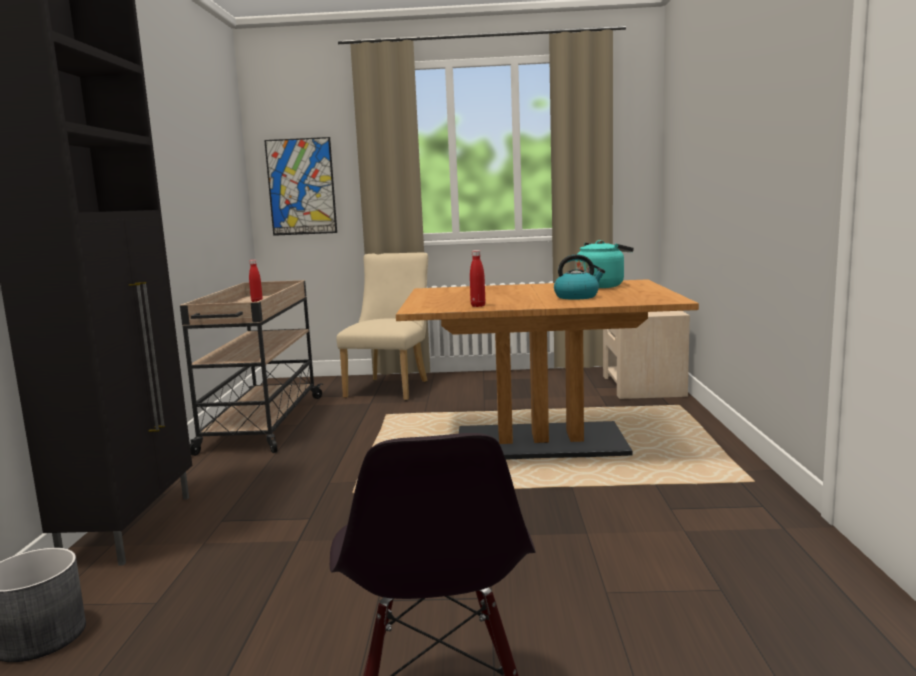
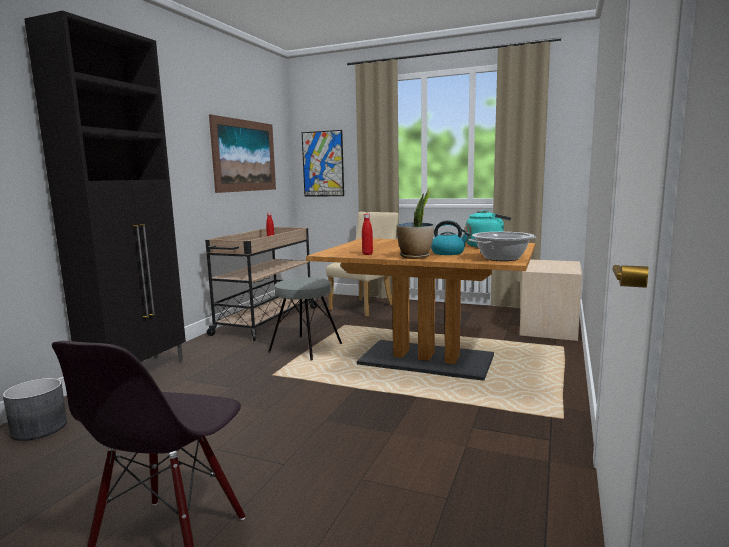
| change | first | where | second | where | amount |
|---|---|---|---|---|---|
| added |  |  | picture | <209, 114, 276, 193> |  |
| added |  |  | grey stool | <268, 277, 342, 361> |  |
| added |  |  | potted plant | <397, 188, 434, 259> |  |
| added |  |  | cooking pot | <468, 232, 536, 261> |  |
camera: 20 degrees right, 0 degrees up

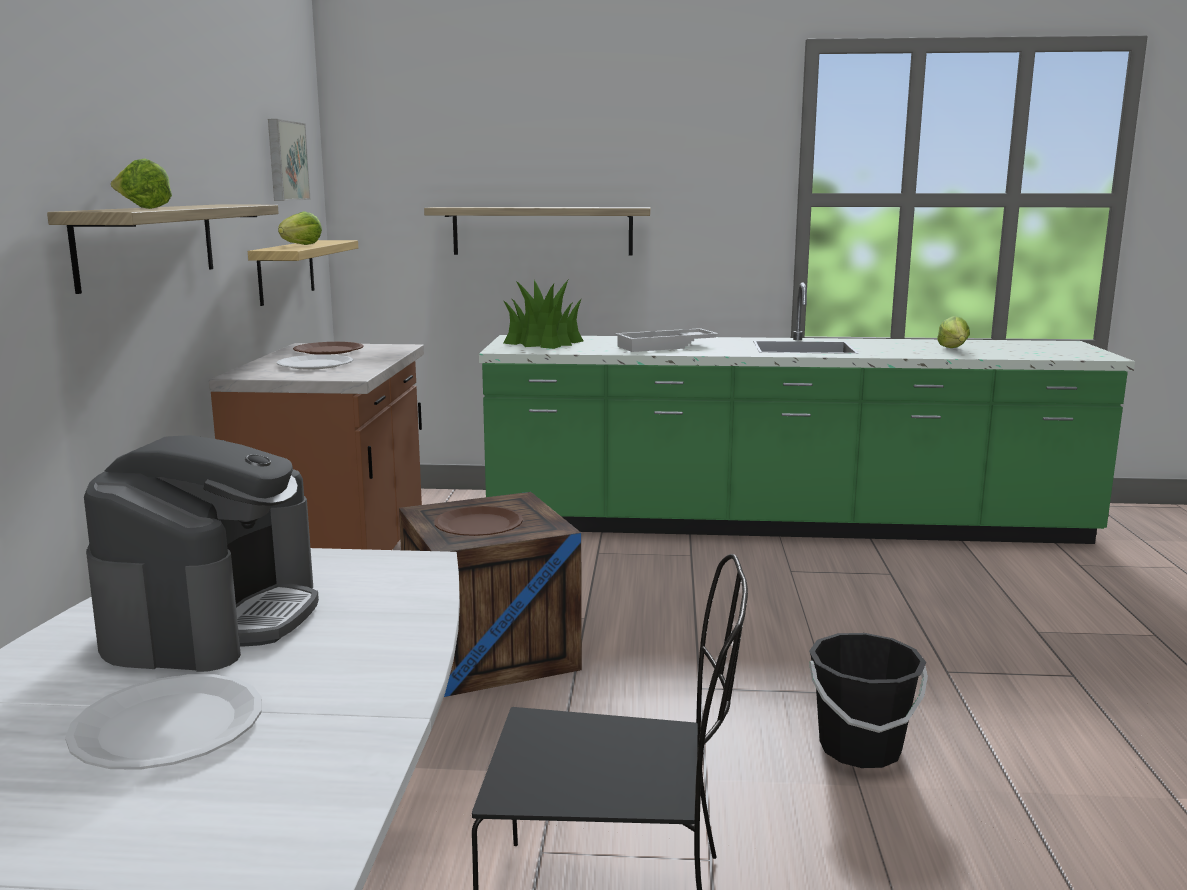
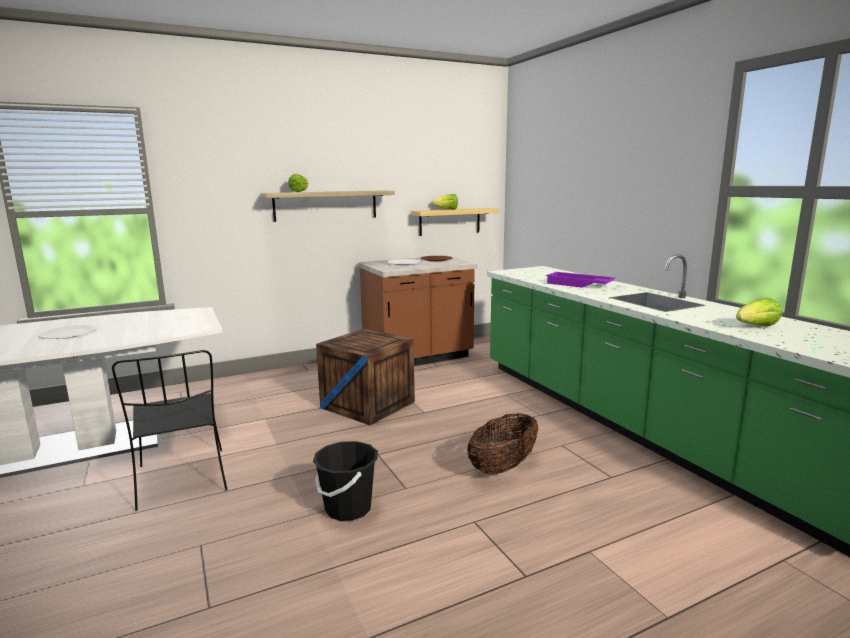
| change | first | where | second | where | amount |
|---|---|---|---|---|---|
| added |  |  | basket | <467, 413, 538, 475> |  |
| recoloured | white tray | <615, 328, 719, 352> | purple tray | <546, 272, 616, 288> |  |
| removed | coffee machine | <84, 435, 319, 672> |  |  |  |
| removed | picture | <268, 119, 311, 201> |  |  |  |
| removed | shelf | <424, 207, 651, 256> |  |  |  |
| removed | brown plate | <434, 506, 523, 536> |  |  |  |
| removed | potted plant | <503, 280, 583, 349> |  |  |  |
camera: 60 degrees right, 0 degrees up

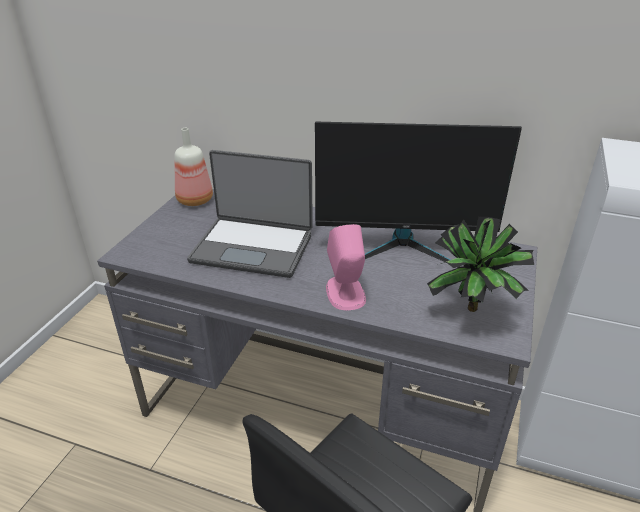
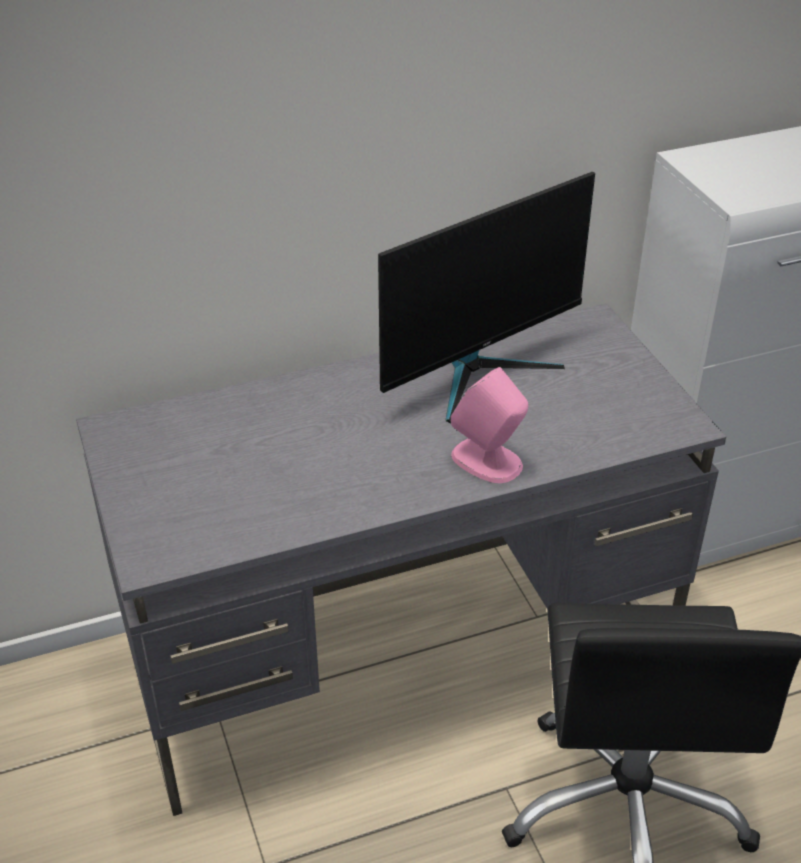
| change | first | where | second | where | amount |
|---|---|---|---|---|---|
| removed | bottle | <175, 128, 213, 206> |  |  |  |
| removed | laptop | <187, 150, 313, 278> |  |  |  |
| removed | potted plant | <427, 217, 534, 312> |  |  |  |
camera: 40 degrees left, 5 degrees up

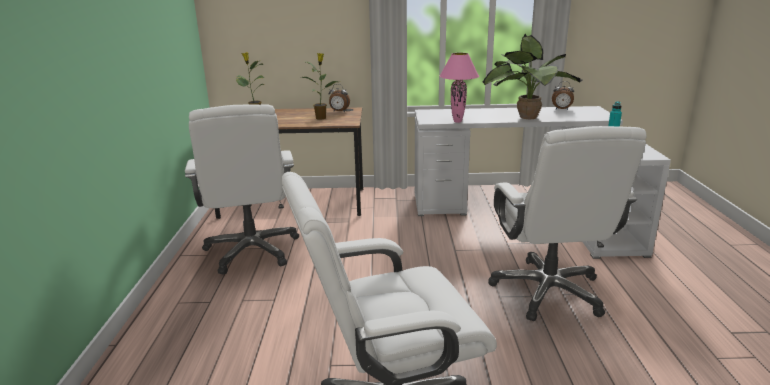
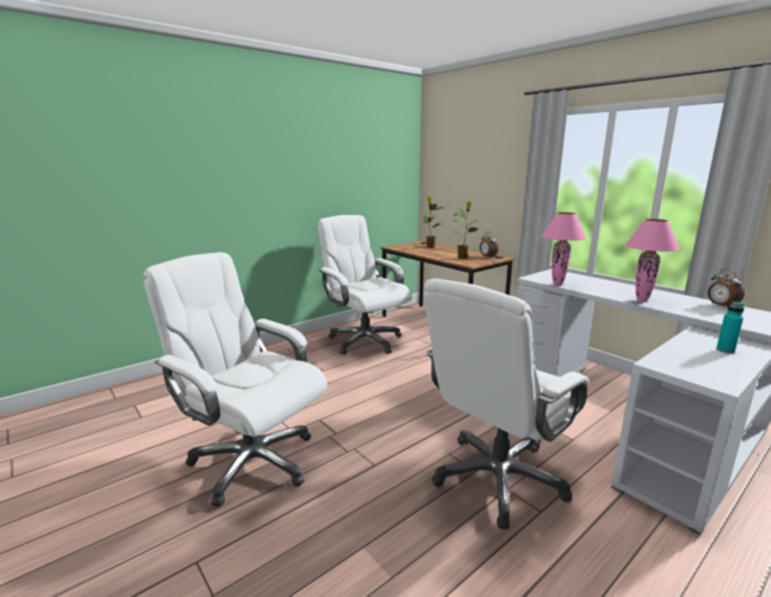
| change | first | where | second | where | amount |
|---|---|---|---|---|---|
| turned | white office chair | <185, 104, 299, 274> |  | <318, 215, 412, 355> | 105 degrees clockwise |
| replaced | potted plant | <482, 34, 582, 119> | pink table lamp | <625, 219, 680, 302> |  |
camera: 50 degrees right, 5 degrees down

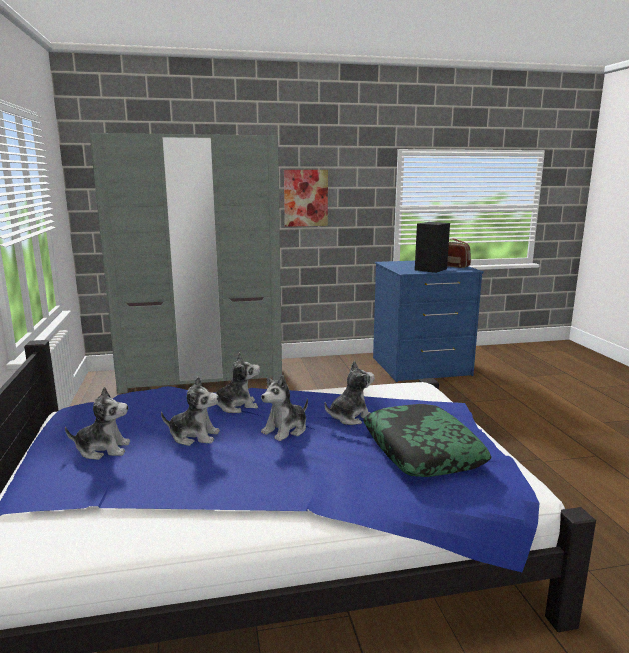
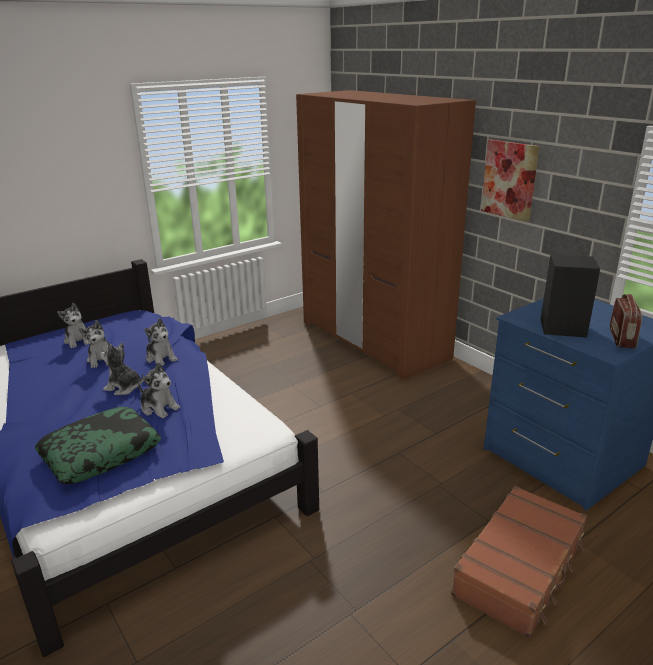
| change | first | where | second | where | amount |
|---|---|---|---|---|---|
| recoloured | grey wardrobe | <90, 133, 282, 394> | brown wardrobe | <296, 90, 476, 379> |  |
| added |  |  | brown suitcase | <451, 486, 587, 638> |  |
camera: 65 degrees right, 10 degrees up

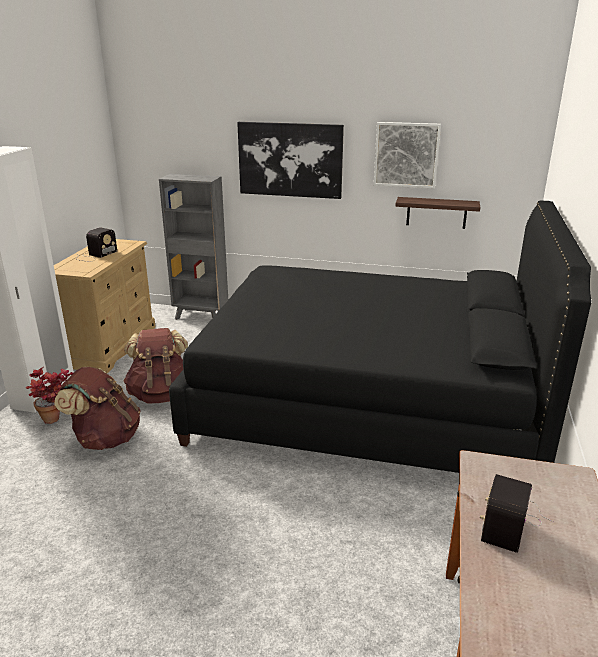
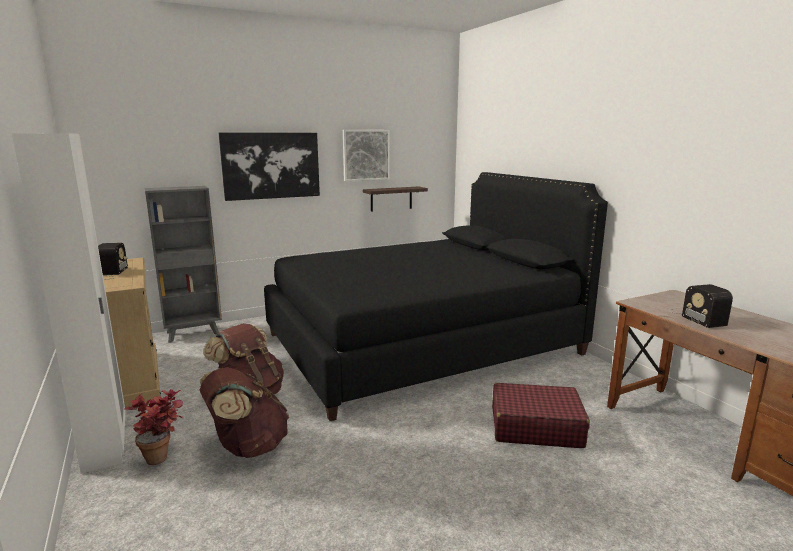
| change | first | where | second | where | amount |
|---|---|---|---|---|---|
| added |  |  | red suitcase | <492, 383, 590, 448> |  |
camera: 40 degrees left, 10 degrees down

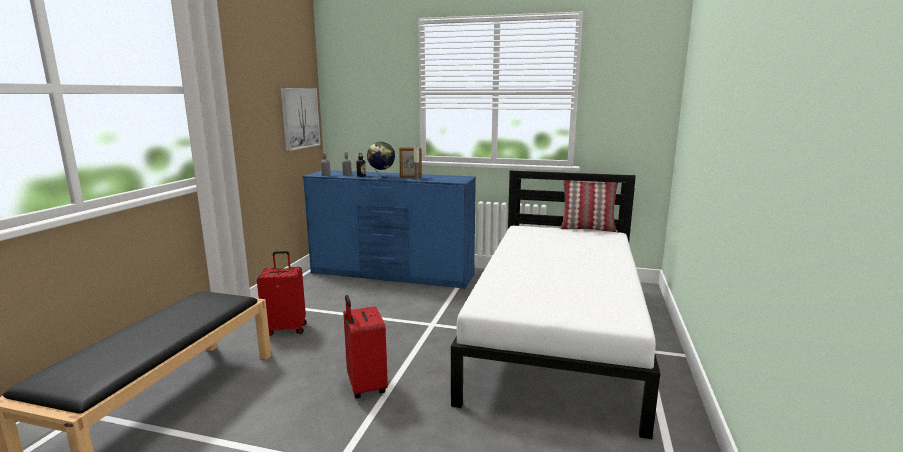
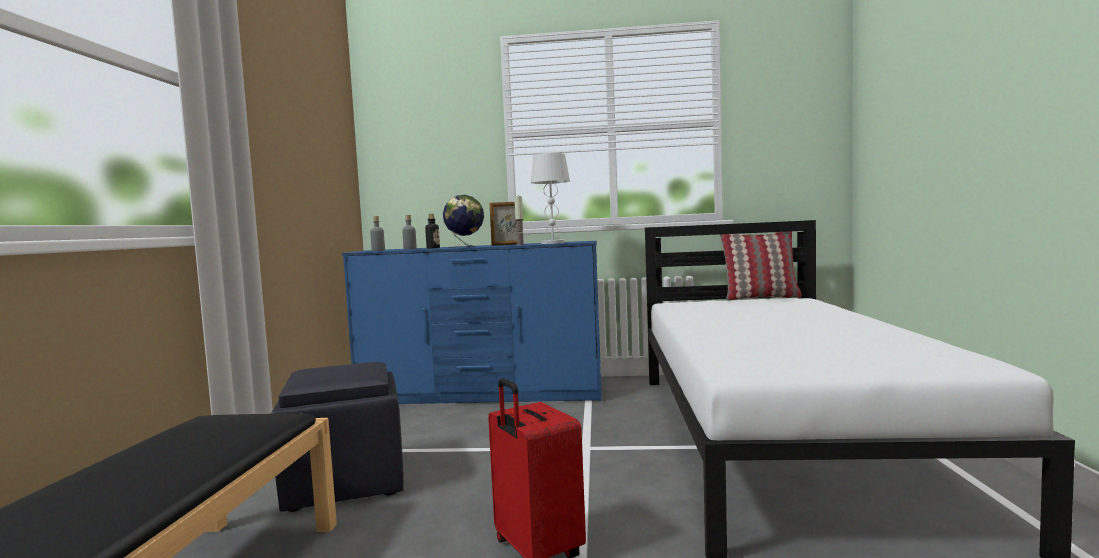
| change | first | where | second | where | amount |
|---|---|---|---|---|---|
| replaced | red suitcase | <257, 251, 307, 336> | black ottoman | <271, 362, 404, 512> |  |
| added |  |  | white table lamp | <531, 153, 570, 244> |  |
| removed | picture | <281, 88, 321, 151> |  |  |  |
camera: 10 degrees left, 10 degrees down

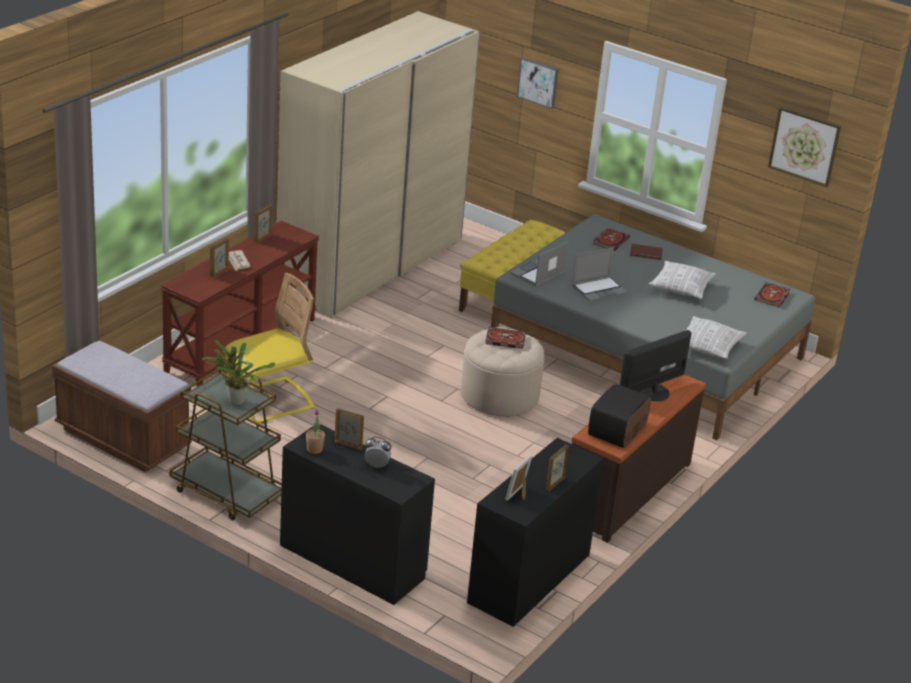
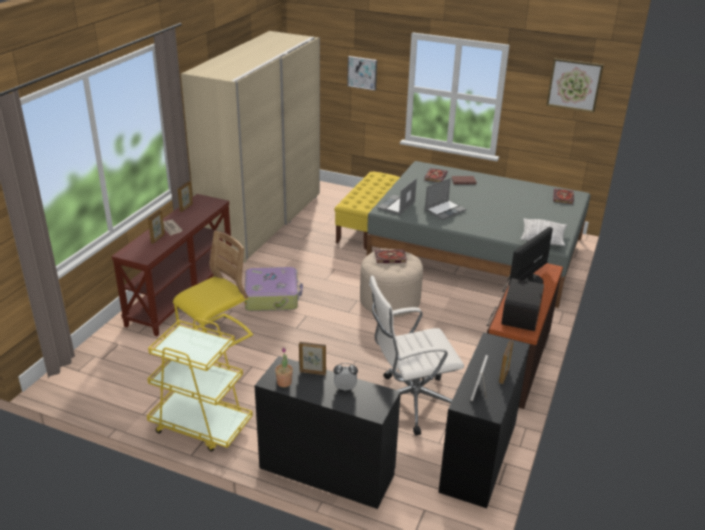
| change | first | where | second | where | amount |
|---|---|---|---|---|---|
| recoloured | brown cart | <169, 369, 282, 520> | yellow cart | <147, 318, 253, 452> |  |
| added |  |  | suitcase | <245, 267, 303, 311> |  |
| added |  |  | white office chair | <369, 275, 464, 436> |  |
| removed | brown bench | <52, 341, 192, 473> |  |  |  |
| removed | potted plant | <202, 340, 275, 405> |  |  |  |
| removed | pillow | <649, 261, 716, 299> |  |  |  |
camera: 10 degrees left, 0 degrees up

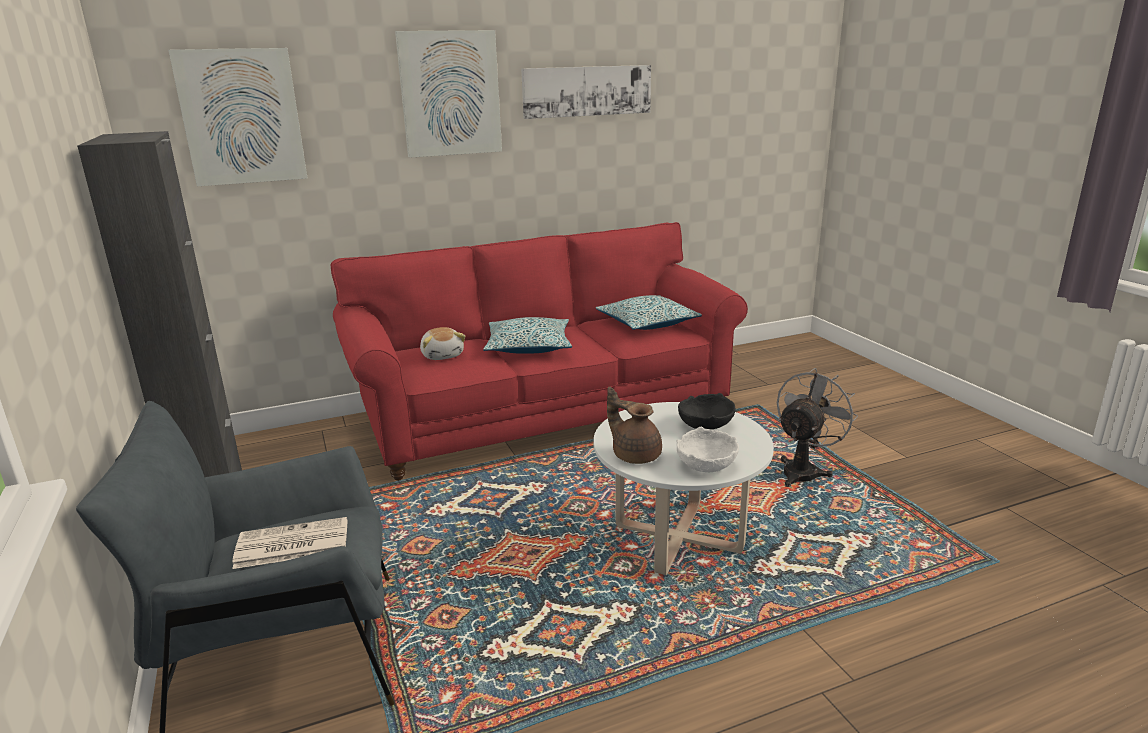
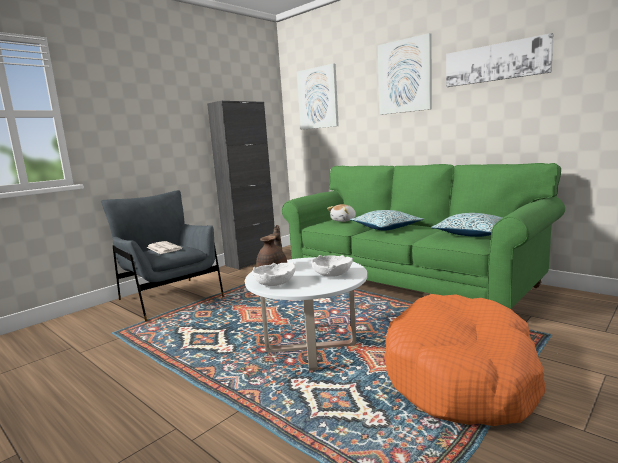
| change | first | where | second | where | amount |
|---|---|---|---|---|---|
| recoloured | red sofa | <331, 222, 748, 481> | green sofa | <282, 163, 565, 309> |  |
| recoloured | black bowl | <678, 393, 736, 430> | white bowl | <311, 255, 353, 276> |  |
| replaced | grey fan | <777, 368, 858, 487> | orange dog bed | <384, 294, 546, 426> |  |
camera: 65 degrees right, 10 degrees down

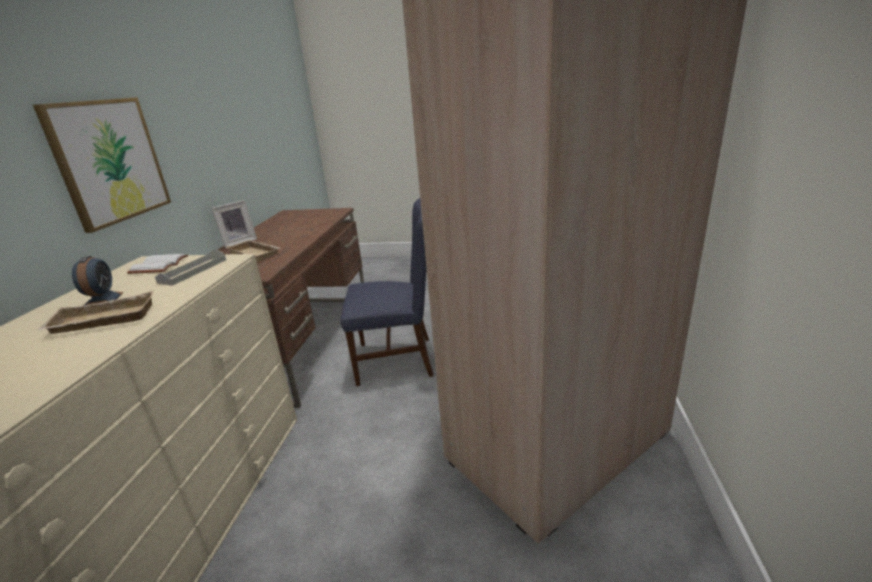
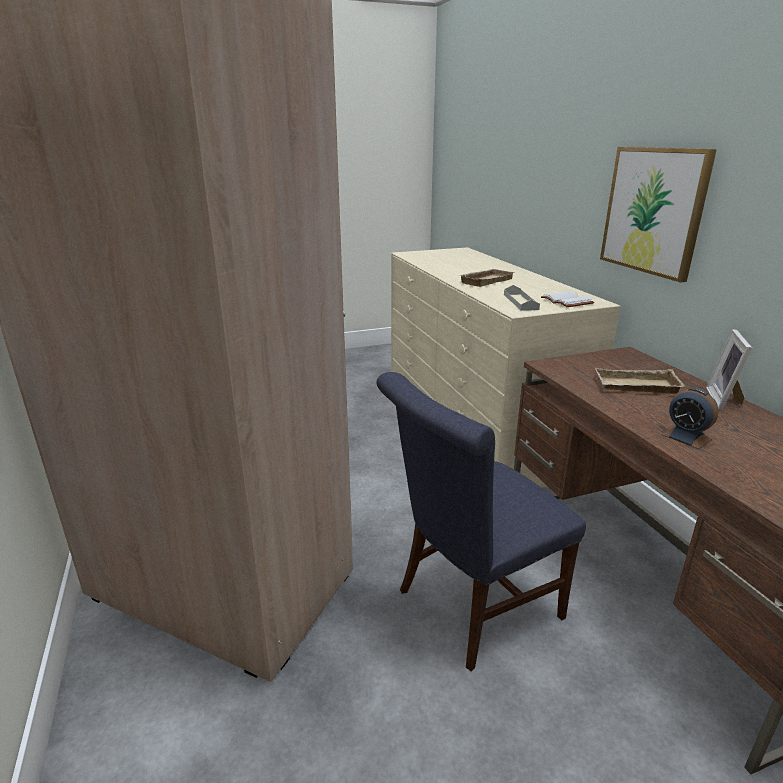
| change | first | where | second | where | amount |
|---|---|---|---|---|---|
| moved | alarm clock | <72, 256, 124, 306> |  | <662, 387, 718, 449> |  |
camera: 150 degrees right, 0 degrees up

